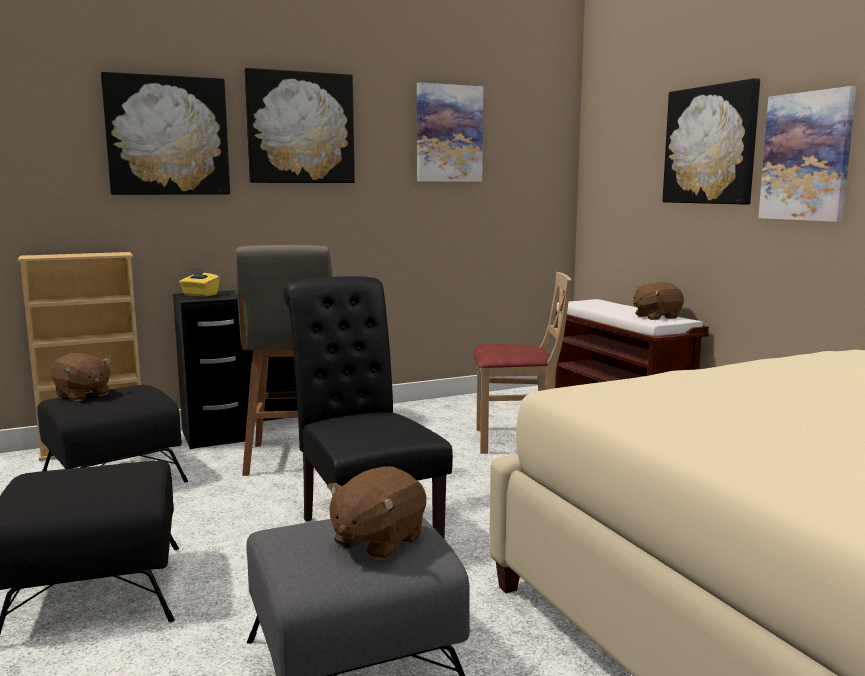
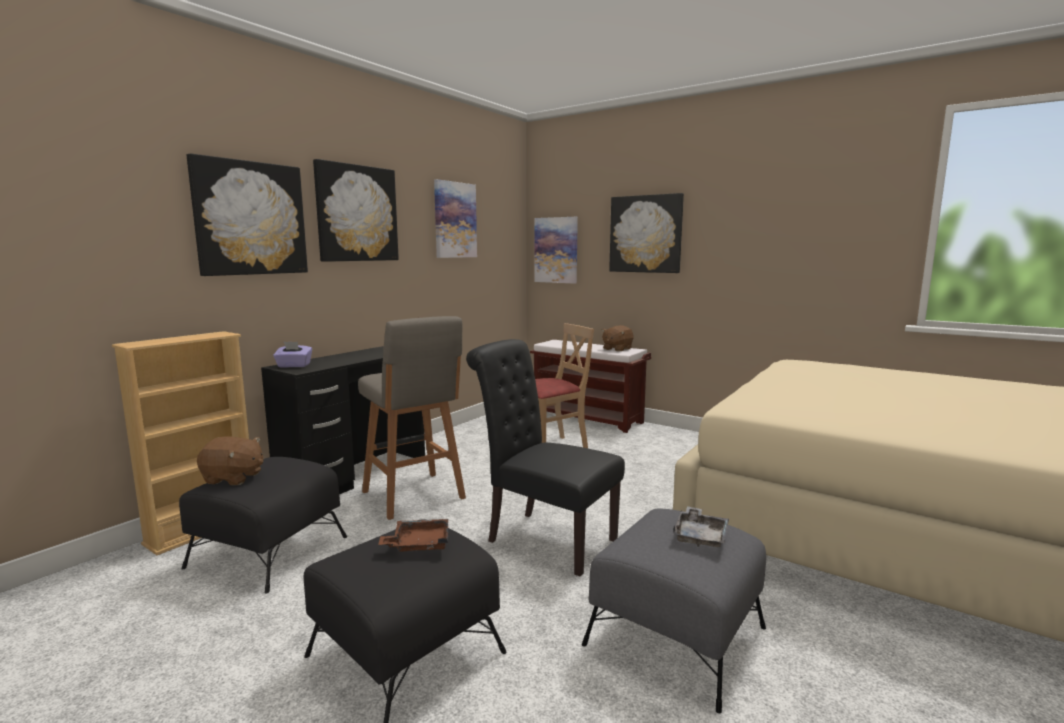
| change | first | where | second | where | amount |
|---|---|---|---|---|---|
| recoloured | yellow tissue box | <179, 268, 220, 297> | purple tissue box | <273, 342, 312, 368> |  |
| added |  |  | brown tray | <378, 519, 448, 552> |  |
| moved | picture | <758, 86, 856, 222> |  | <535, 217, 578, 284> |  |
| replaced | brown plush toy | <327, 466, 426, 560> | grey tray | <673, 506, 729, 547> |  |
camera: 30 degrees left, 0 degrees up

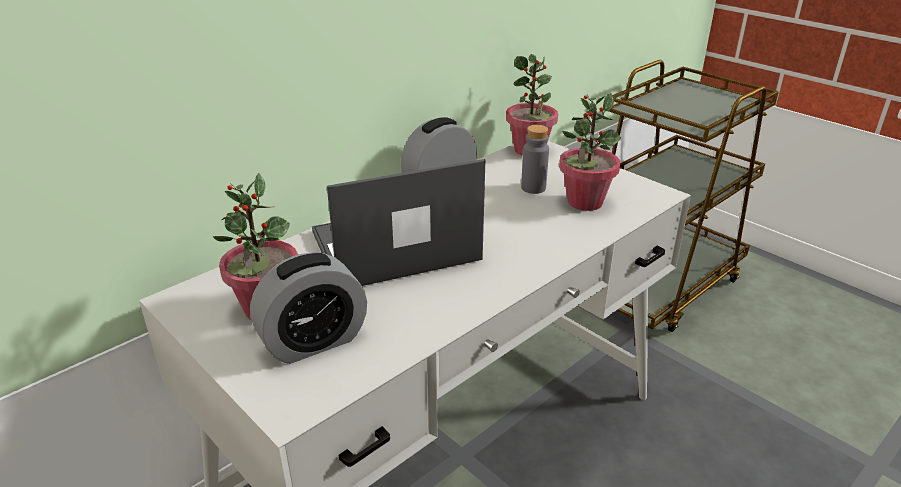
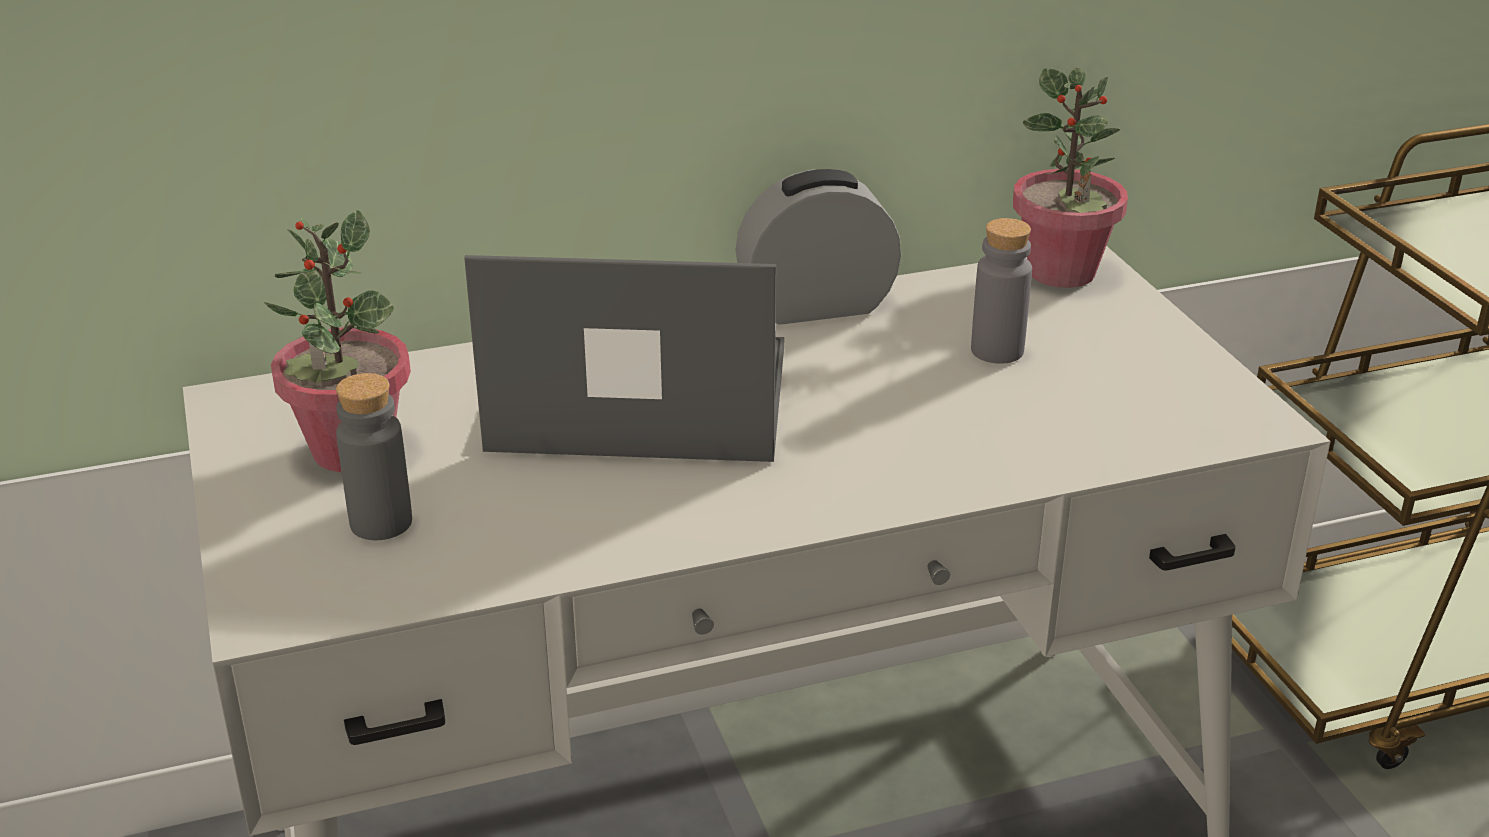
| change | first | where | second | where | amount |
|---|---|---|---|---|---|
| replaced | alarm clock | <250, 252, 367, 364> | grey bottle | <336, 373, 412, 540> |  |
| removed | potted plant | <559, 93, 621, 211> |  |  |  |
camera: 25 degrees right, 0 degrees up

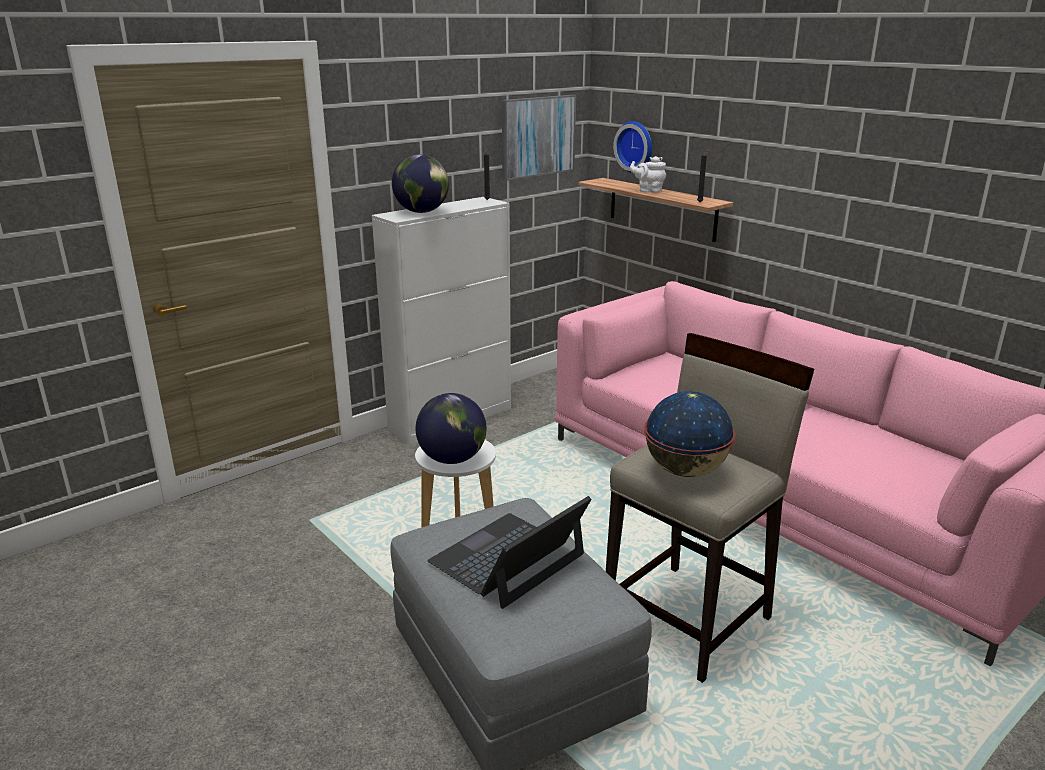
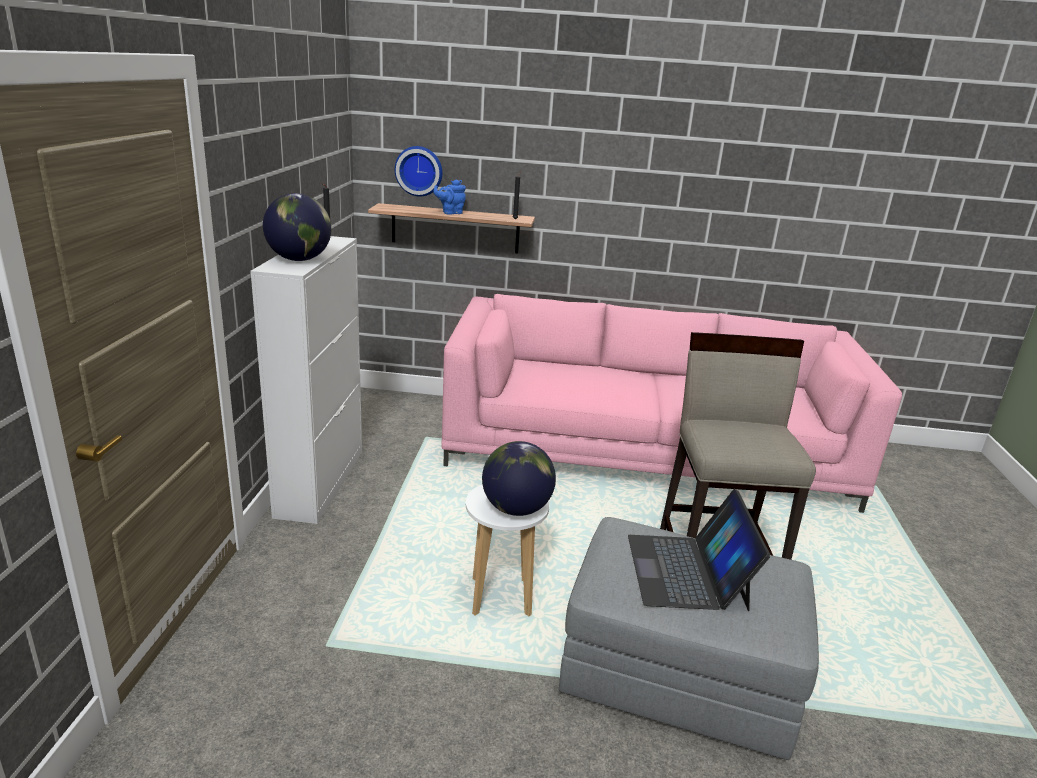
| change | first | where | second | where | amount |
|---|---|---|---|---|---|
| recoloured | white teapot | <630, 156, 666, 193> | blue teapot | <434, 180, 466, 215> |  |
| removed | picture | <502, 95, 576, 181> |  |  |  |
| removed | globe | <644, 391, 735, 477> |  |  |  |
camera: 45 degrees left, 0 degrees up

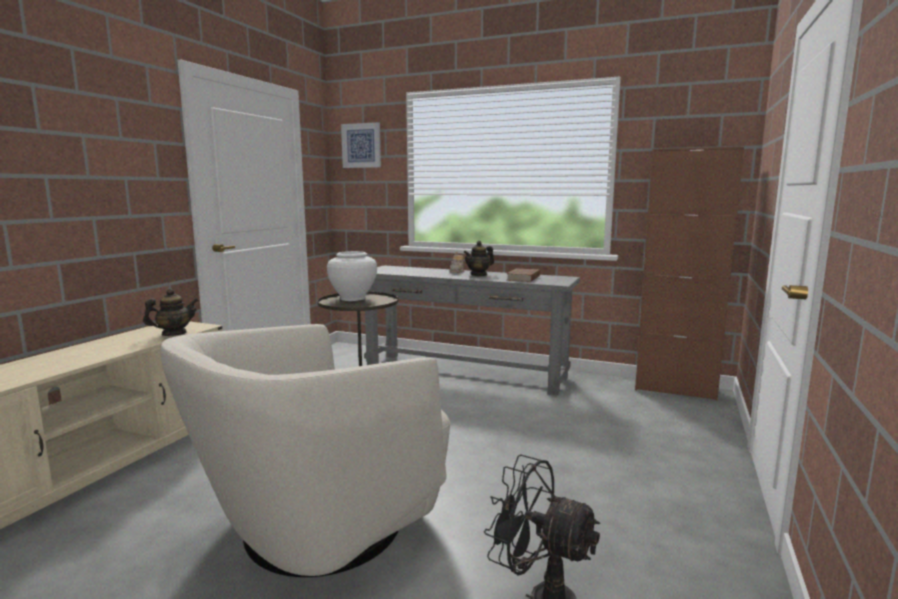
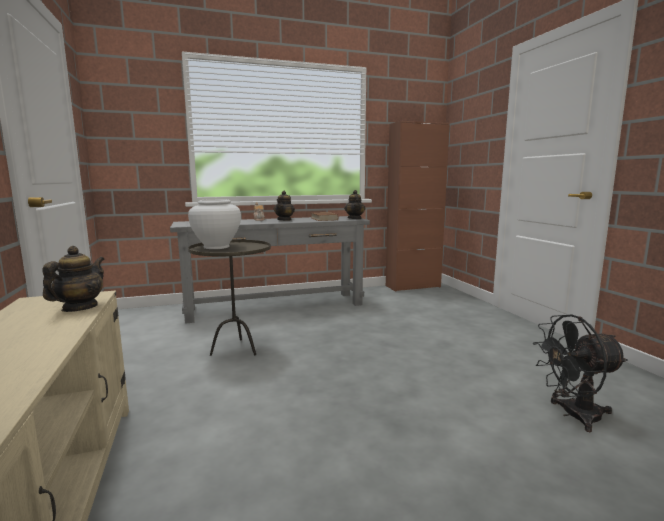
| change | first | where | second | where | amount |
|---|---|---|---|---|---|
| added |  |  | teapot | <344, 190, 365, 219> |  |
| removed | beige armchair | <160, 324, 450, 577> |  |  |  |
| removed | picture | <341, 122, 381, 168> |  |  |  |
camera: 40 degrees left, 0 degrees up

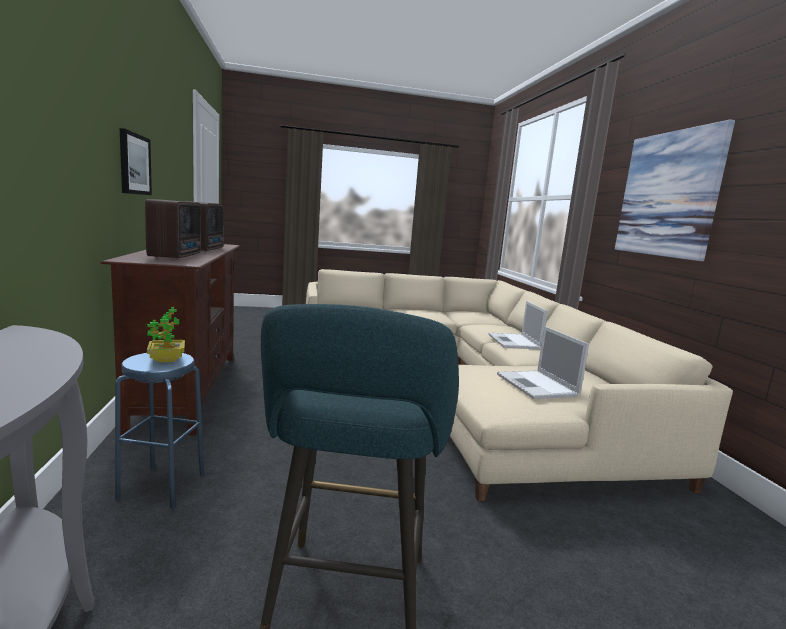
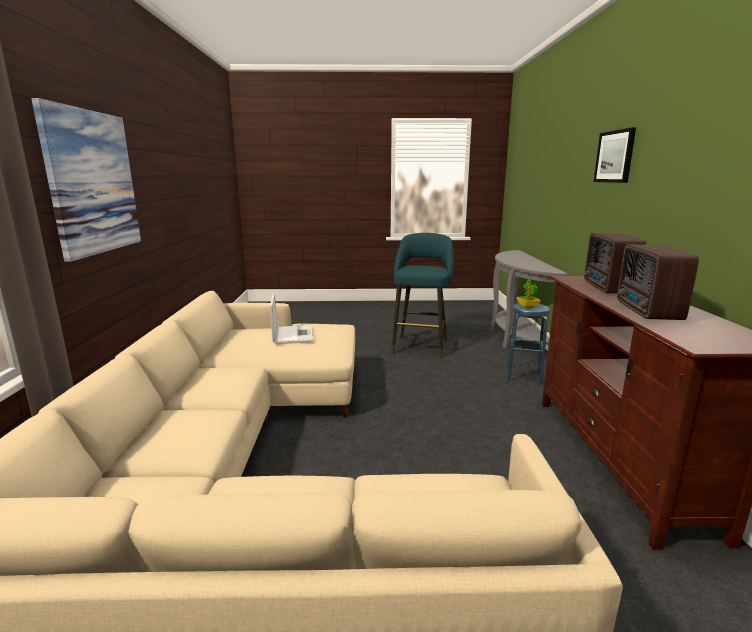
| change | first | where | second | where | amount |
|---|---|---|---|---|---|
| moved | picture | <120, 128, 152, 195> |  | <594, 127, 636, 183> |  |
| removed | laptop | <488, 301, 548, 349> |  |  |  |
camera: 170 degrees left, 5 degrees up

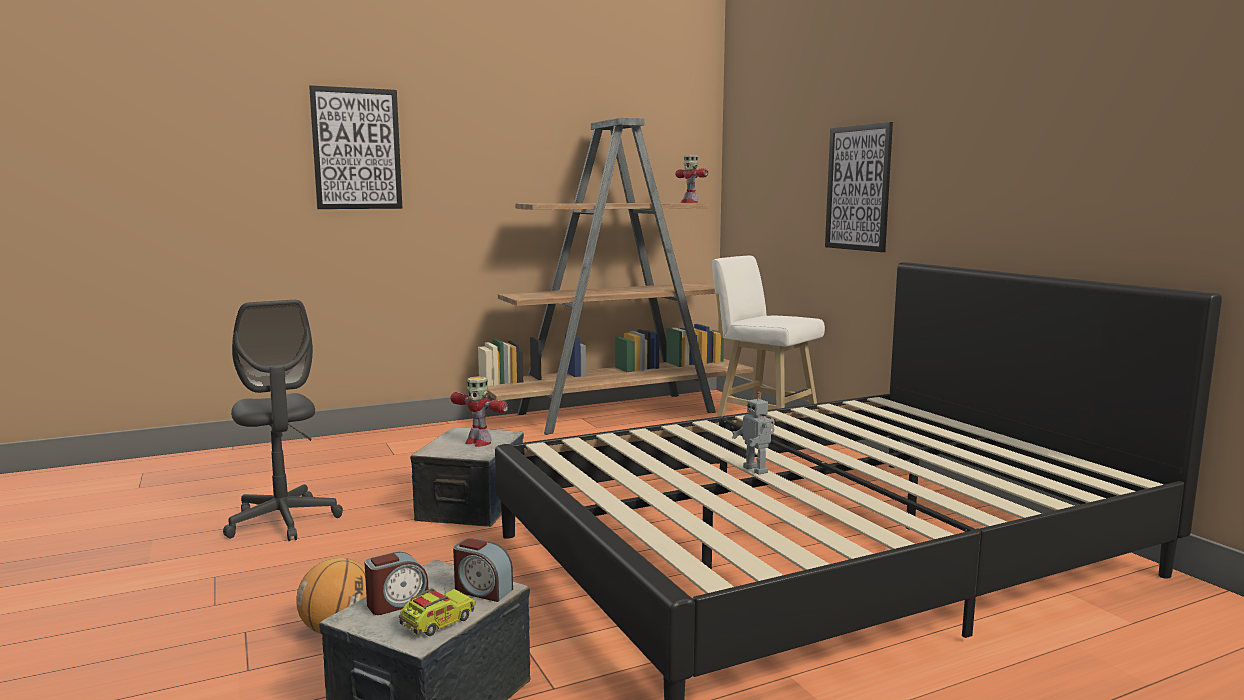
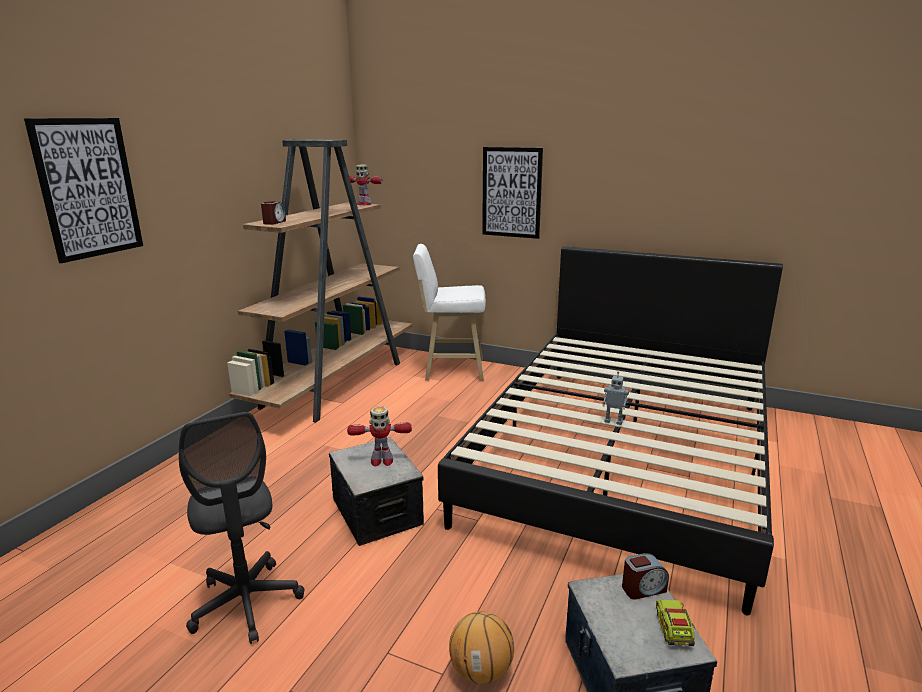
| change | first | where | second | where | amount |
|---|---|---|---|---|---|
| turned | grey office chair | <223, 300, 343, 541> |  | <179, 412, 304, 644> | 45 degrees clockwise |
| moved | alarm clock | <364, 552, 429, 615> |  | <261, 201, 286, 225> |  |
camera: 40 degrees left, 10 degrees up

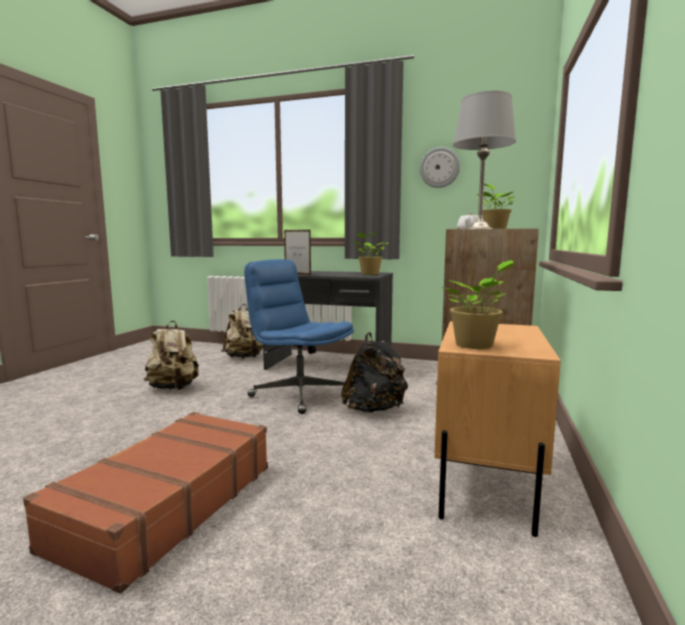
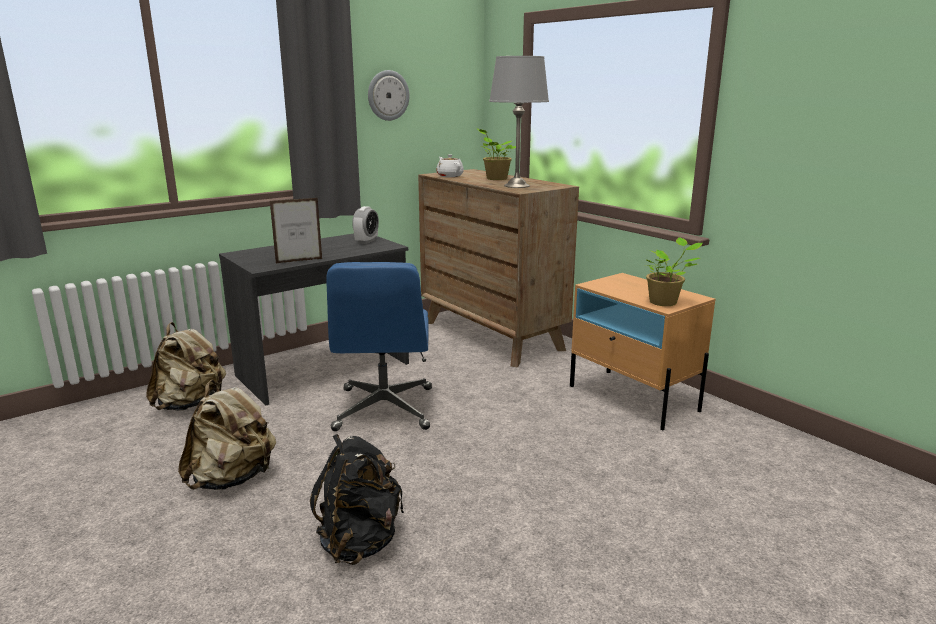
| change | first | where | second | where | amount |
|---|---|---|---|---|---|
| moved | black backpack | <341, 332, 408, 413> |  | <310, 434, 404, 565> |  |
| turned | blue office chair | <244, 259, 354, 414> |  | <326, 262, 432, 431> | 75 degrees counterclockwise |
| replaced | potted plant | <353, 232, 388, 275> | alarm clock | <352, 206, 379, 244> |  |
| removed | brown suitcase | <23, 412, 268, 594> |  |  |  |
camera: 55 degrees left, 10 degrees up

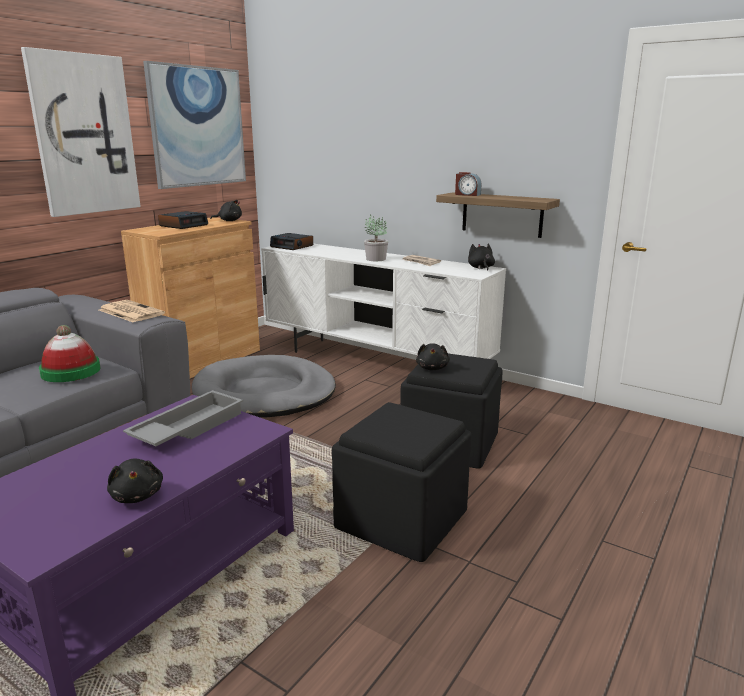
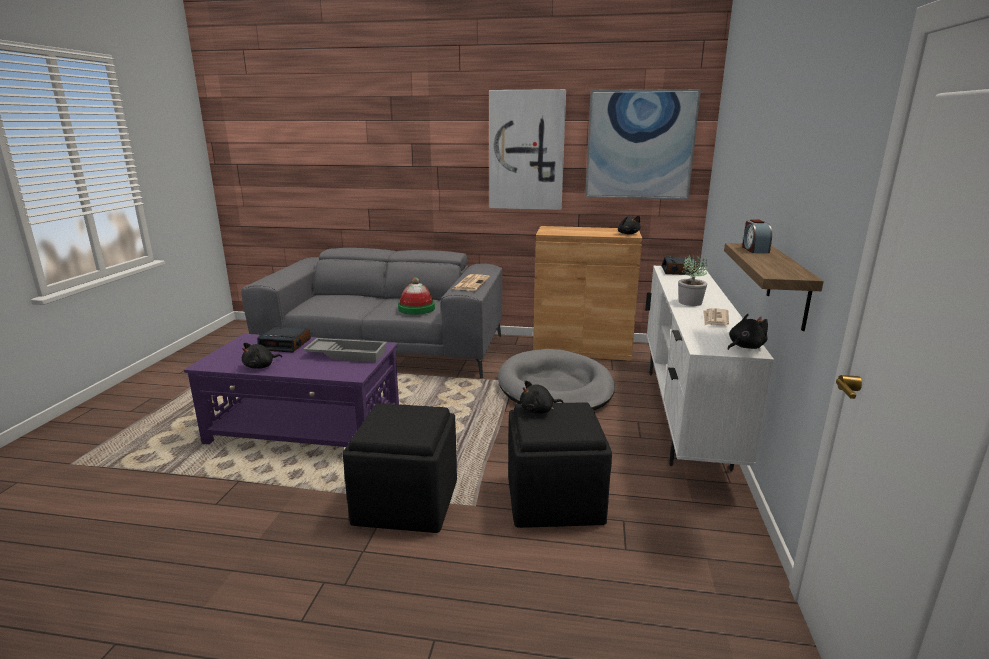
| change | first | where | second | where | amount |
|---|---|---|---|---|---|
| moved | alarm clock | <158, 211, 208, 229> |  | <257, 327, 311, 353> |  |
camera: 65 degrees right, 0 degrees up

